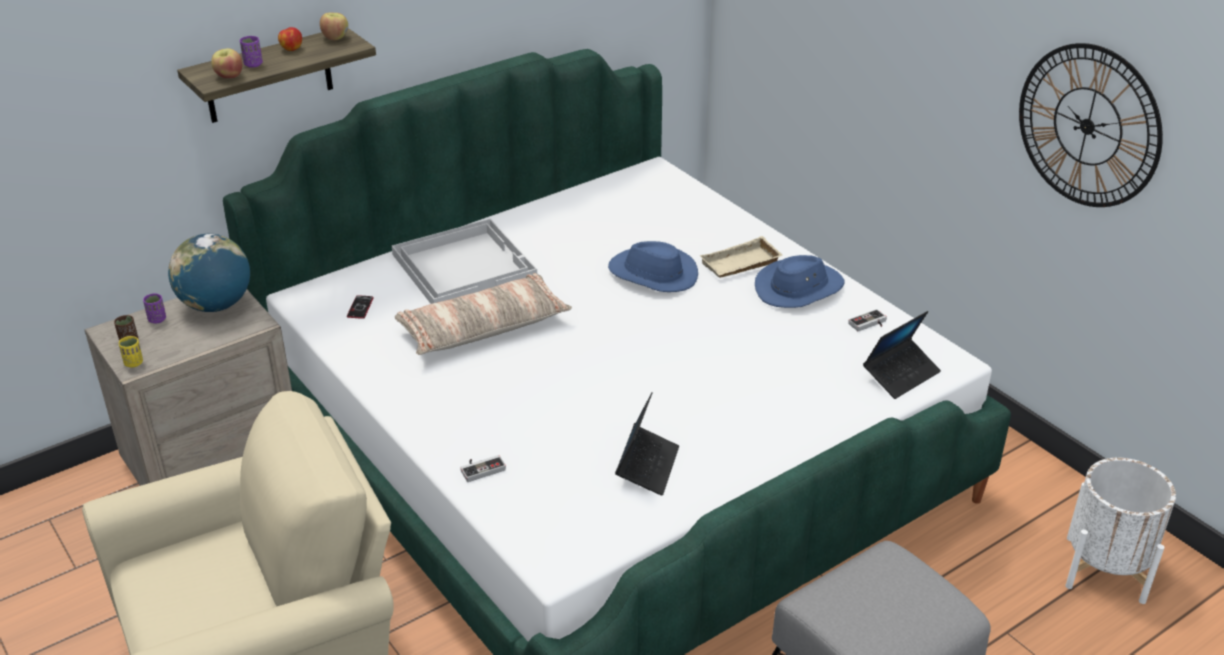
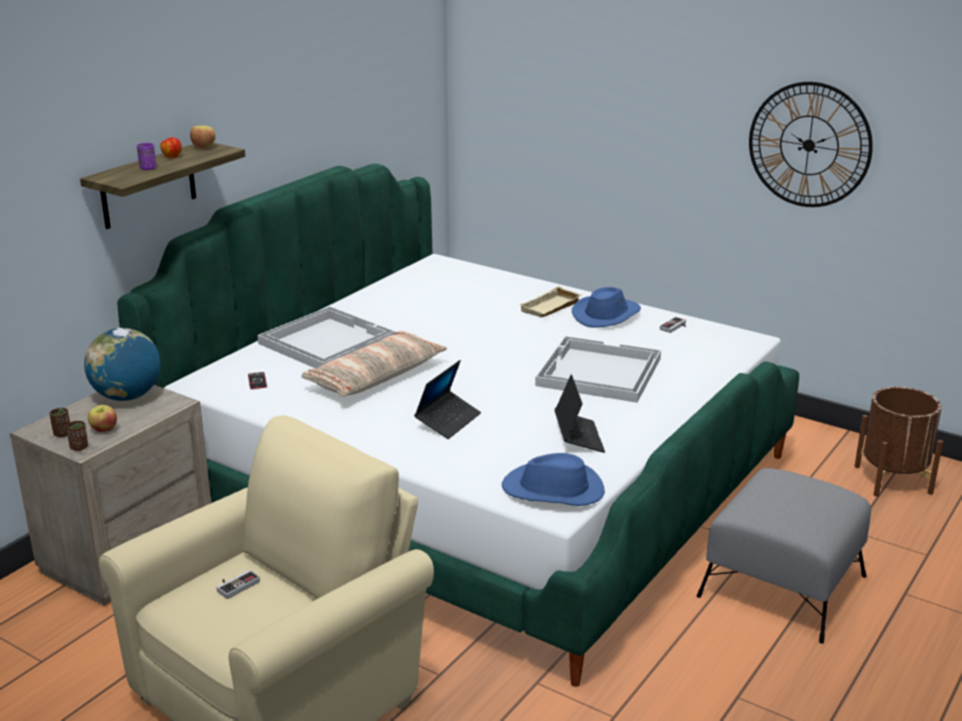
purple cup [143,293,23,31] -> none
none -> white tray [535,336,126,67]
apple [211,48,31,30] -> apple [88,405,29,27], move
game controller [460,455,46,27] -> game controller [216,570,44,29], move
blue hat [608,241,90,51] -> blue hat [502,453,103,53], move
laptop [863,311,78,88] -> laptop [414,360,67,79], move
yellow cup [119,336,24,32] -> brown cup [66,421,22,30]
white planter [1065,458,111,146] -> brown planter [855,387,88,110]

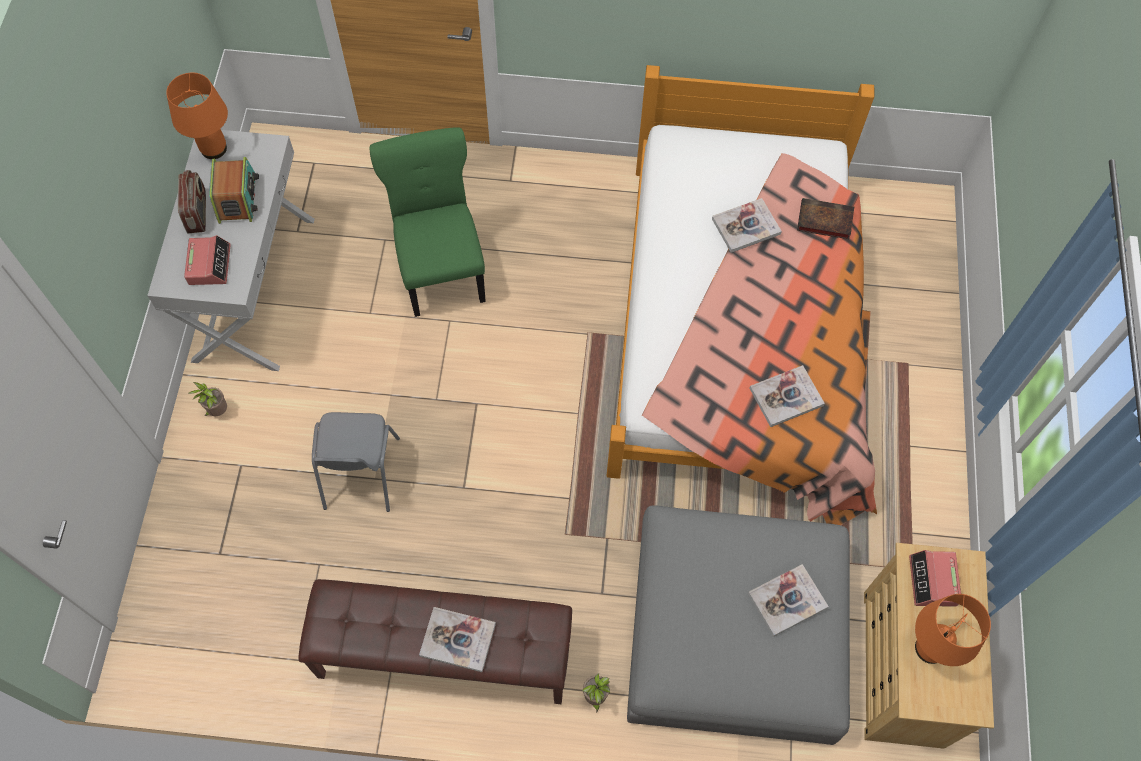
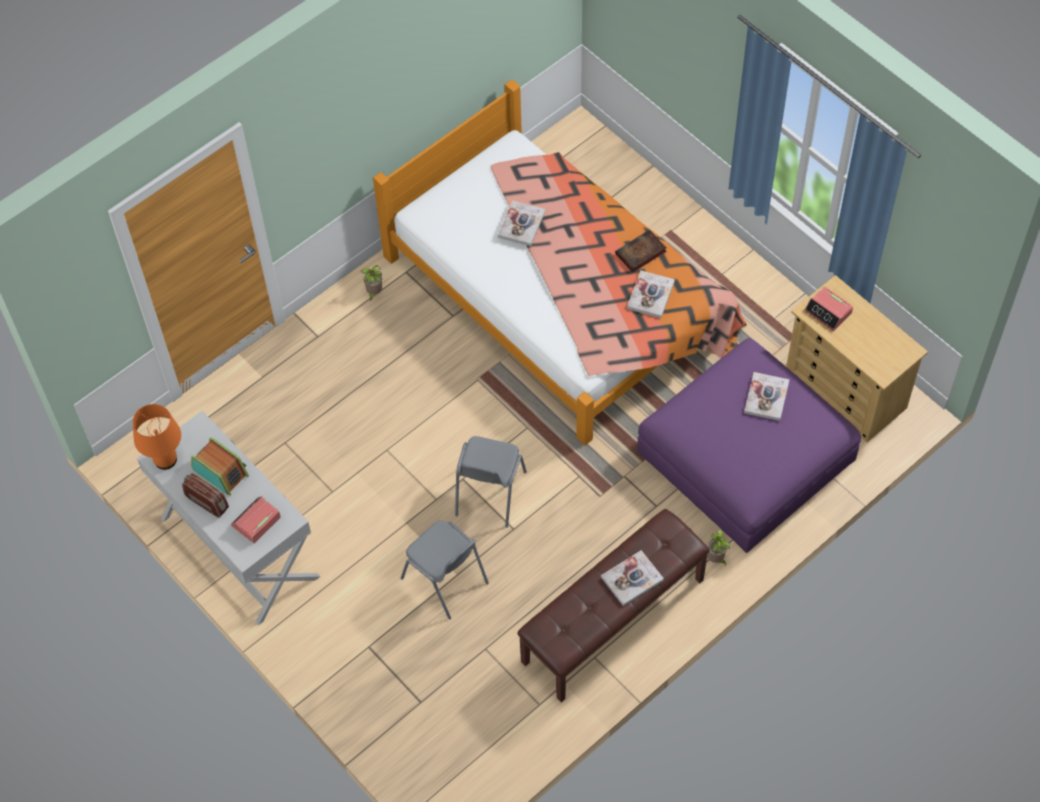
green chair [370,127,116,190] -> none
orange table lamp [915,594,76,72] -> none
none -> grey chair [455,436,72,92]
potted plant [188,382,39,34] -> potted plant [361,265,21,36], move
book [797,198,57,41] -> book [615,229,52,44], move
grey ottoman [627,505,223,240] -> purple ottoman [637,338,224,215]
alarm clock [184,235,47,50] -> alarm clock [231,496,50,47], 90 degrees counterclockwise

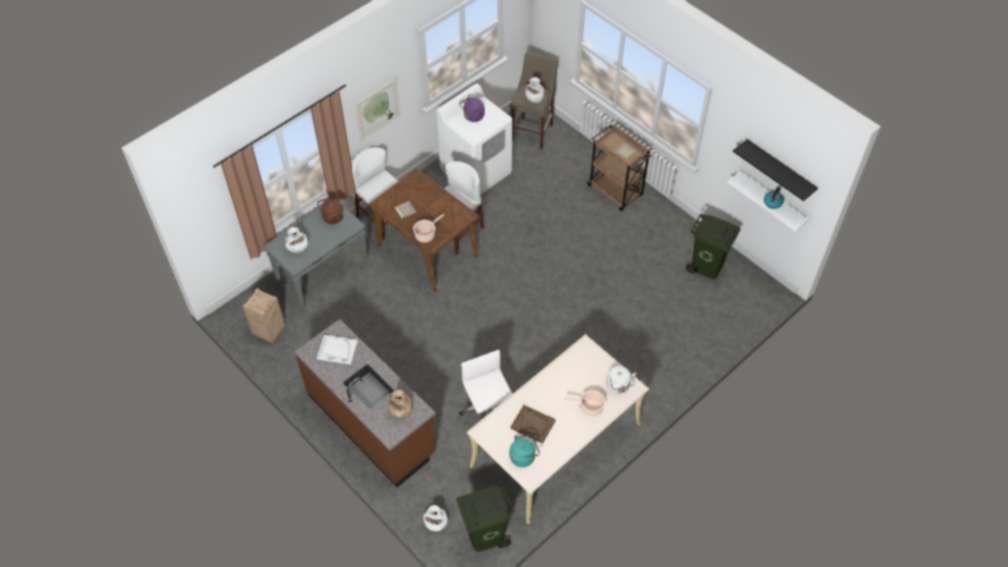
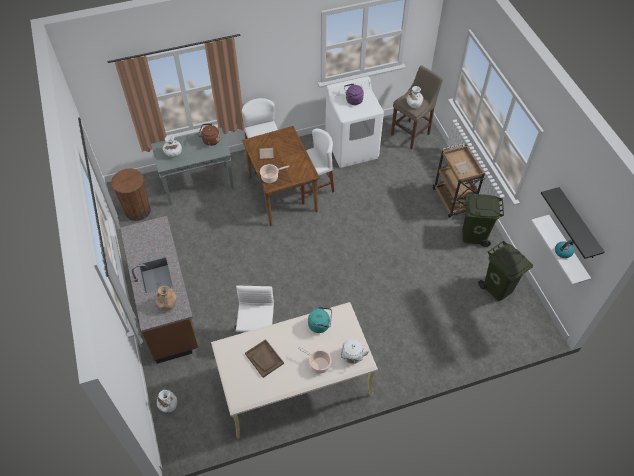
white tray [317,335,41,30] -> none
picture [355,78,46,63] -> none
green trash can [457,486,58,66] -> green trash can [463,194,41,53], move
turquoise kettle [510,434,30,33] -> turquoise kettle [308,305,24,28], move
crate [243,288,42,55] -> brown trash can [111,168,40,53]

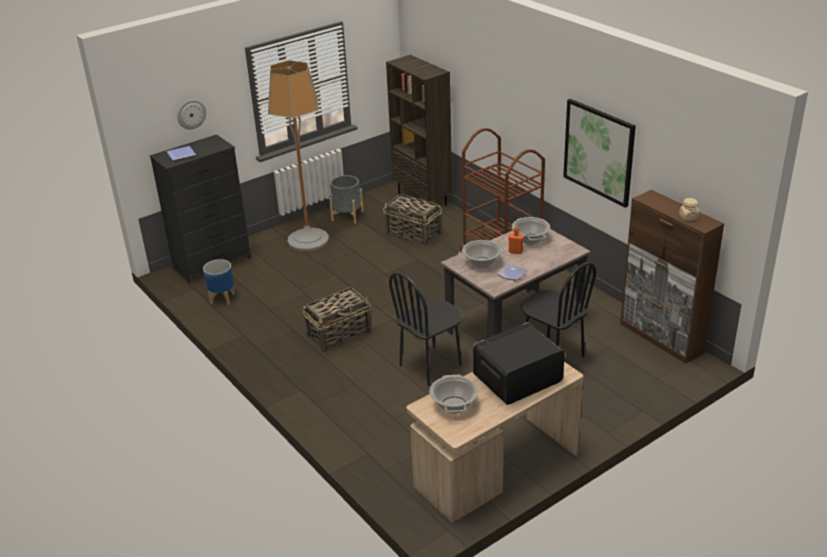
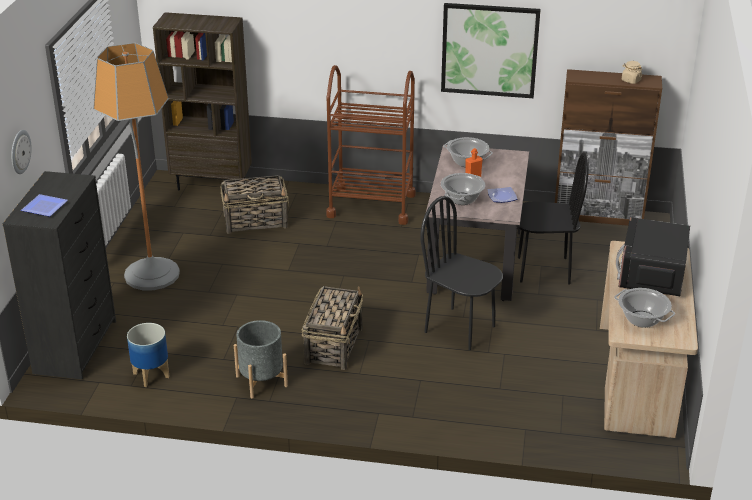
grey planter [329,175,35,49] -> grey planter [234,320,54,78], move
black chair [389,272,74,114] -> black chair [420,196,83,154], 120 degrees clockwise

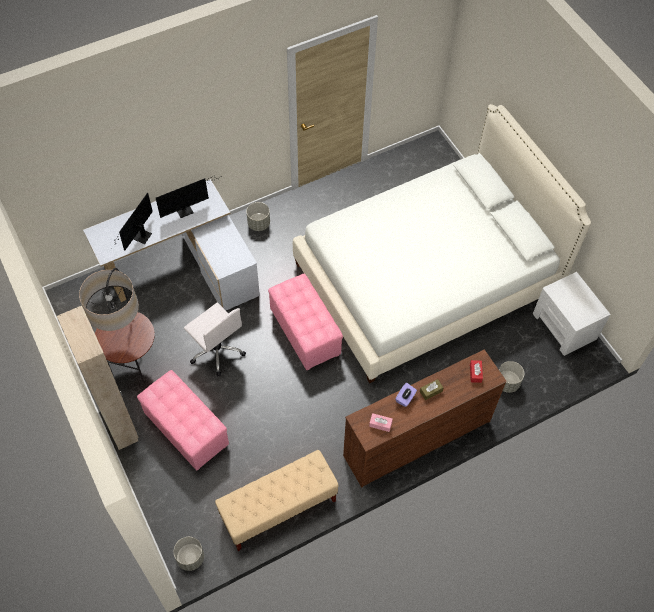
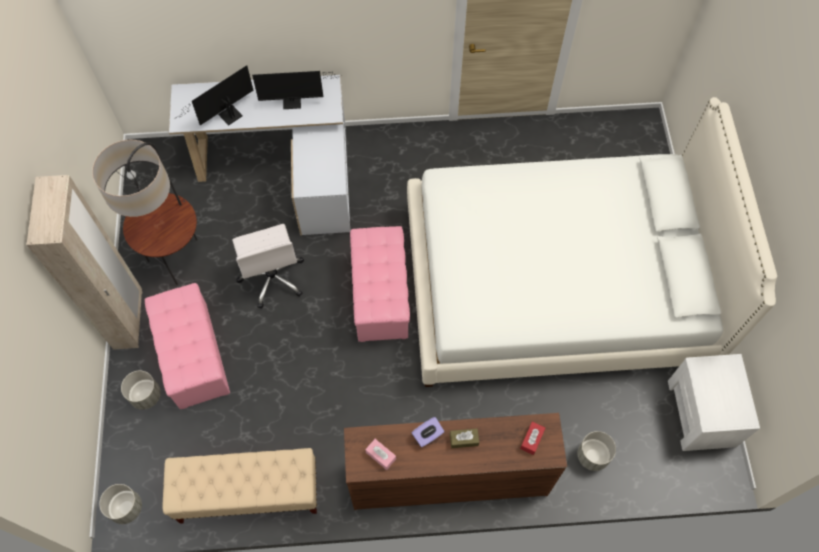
grey planter [246,202,24,29] -> grey planter [121,370,40,40], move

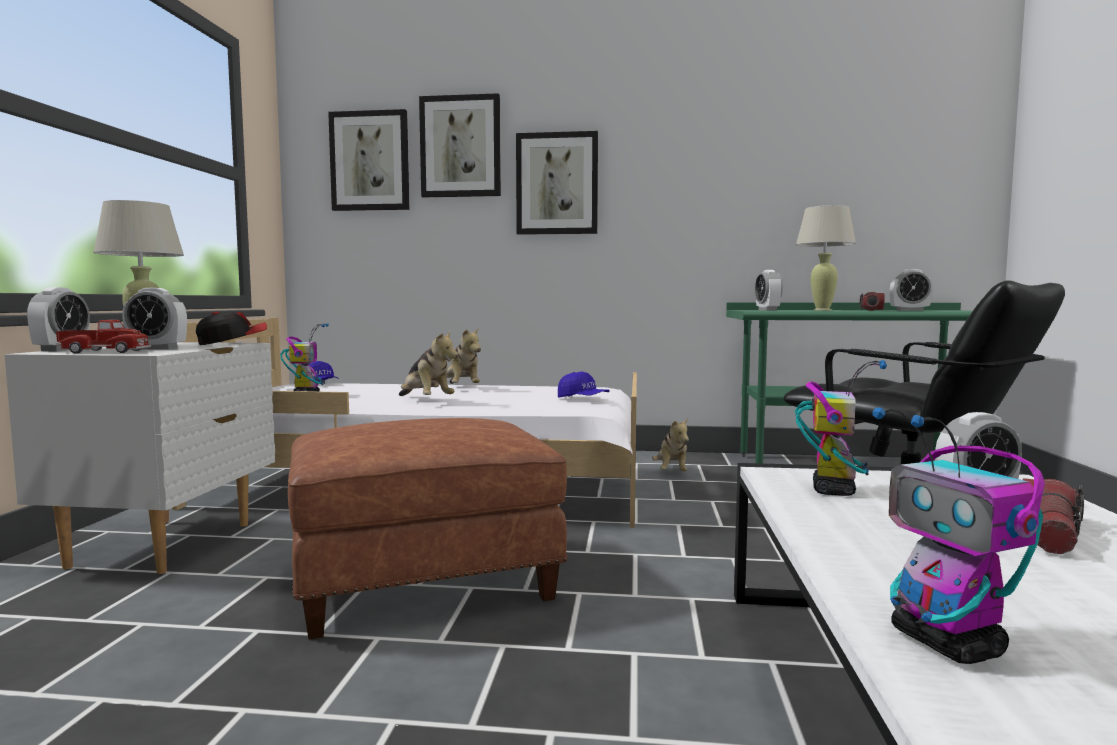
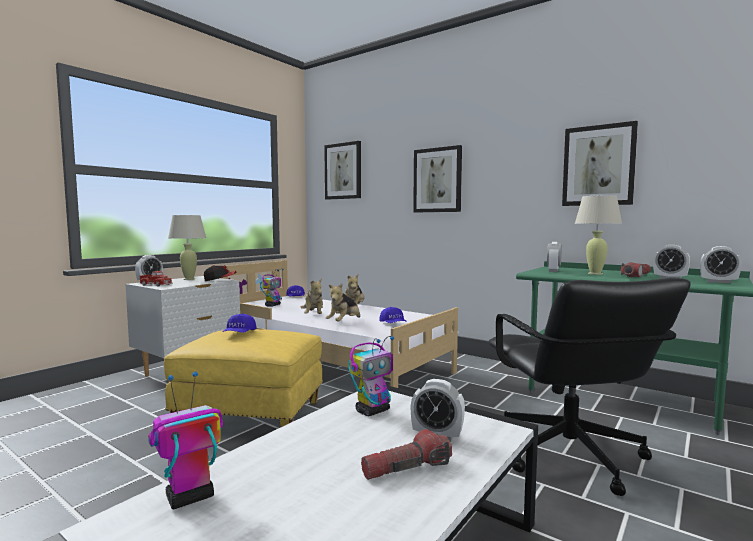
none -> blue cap [223,313,34,20]
alarm clock [122,288,65,62] -> alarm clock [700,246,42,37], move
picture [419,93,82,104] -> picture [562,121,76,85], move
plush toy [652,418,37,53] -> plush toy [326,283,34,38], move
brown ottoman [288,418,280,222] -> yellow ottoman [164,329,159,98]
toy robot [872,408,173,256] -> toy robot [148,371,75,138], 45 degrees clockwise

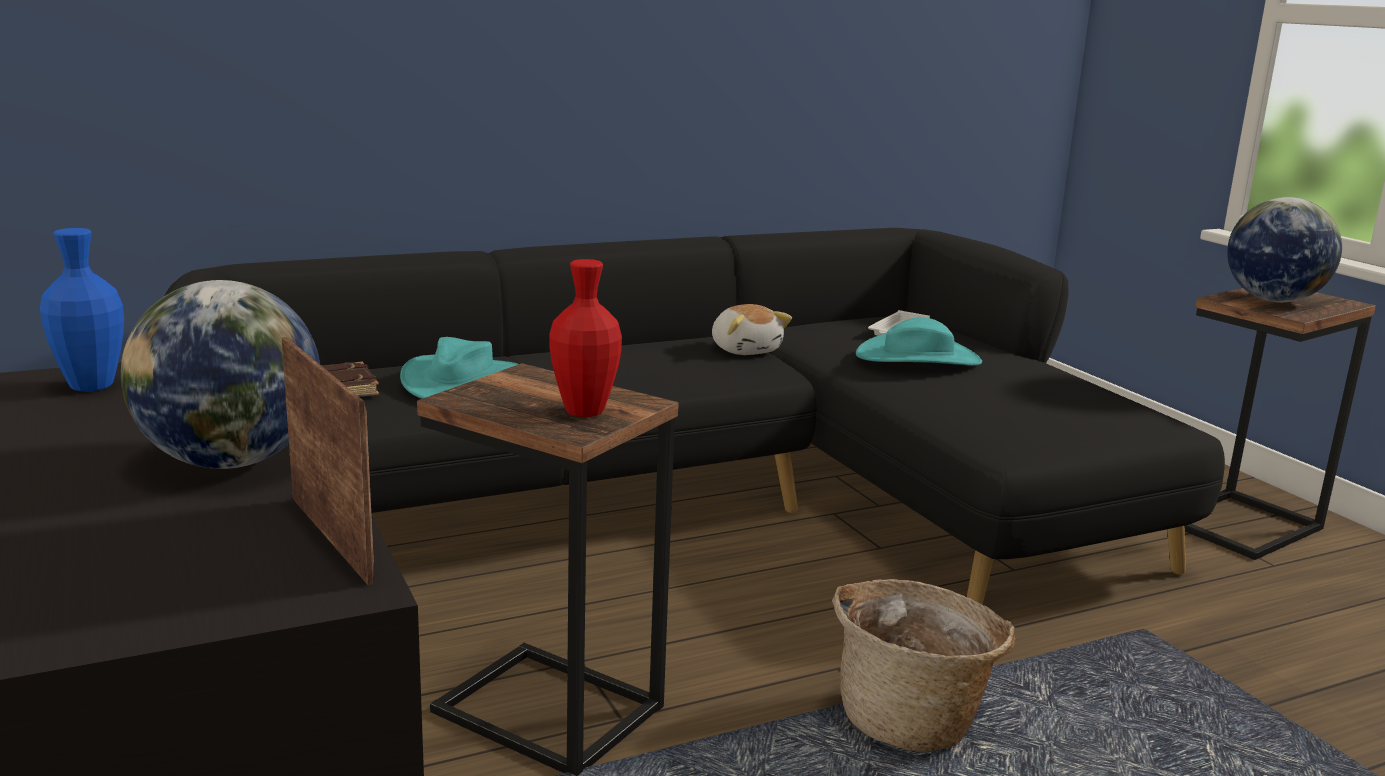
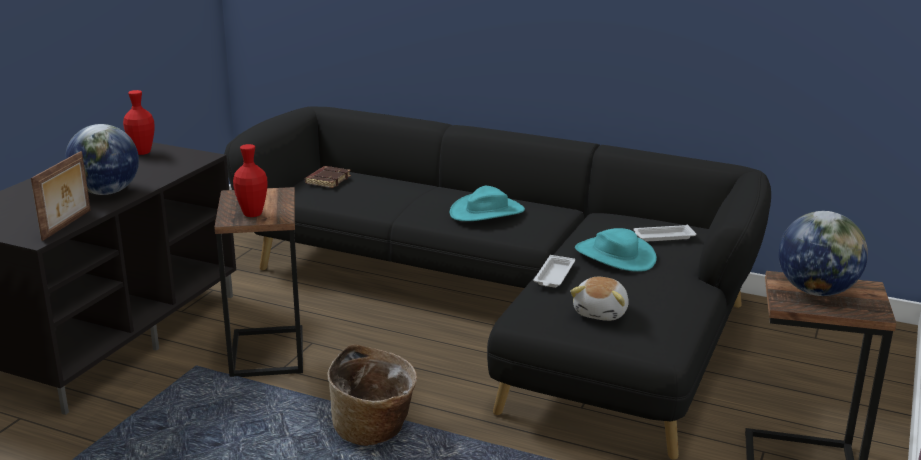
none -> white tray [533,255,42,33]
turquoise hat [400,337,119,62] -> turquoise hat [450,186,75,35], move
plush toy [712,304,80,51] -> plush toy [570,277,59,44], move
blue vase [40,228,84,163] -> red vase [123,90,32,65]

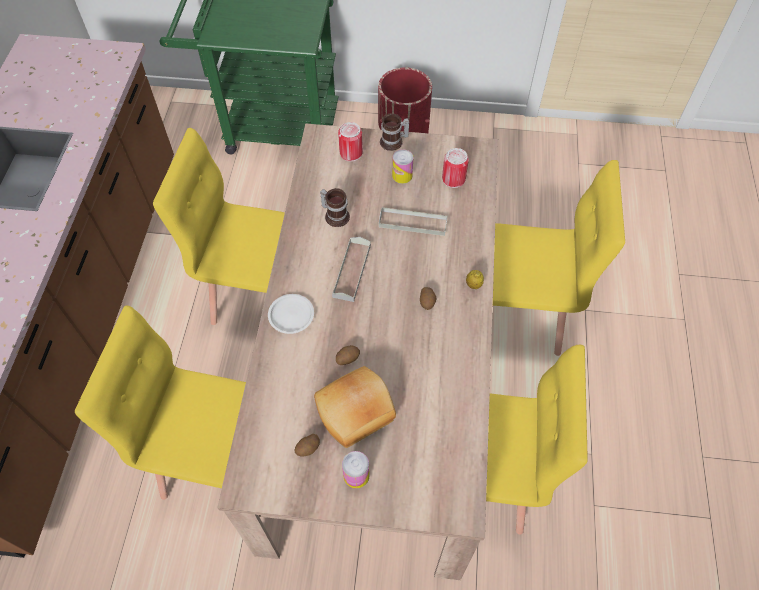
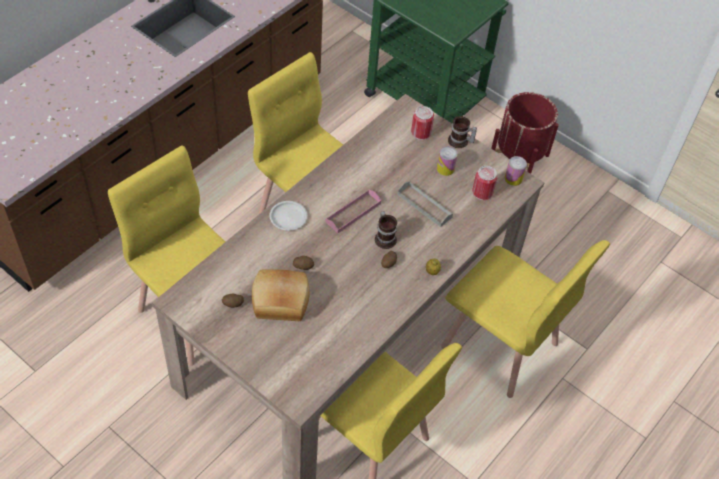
mug [320,188,30,39] -> mug [375,211,22,38], move
can [342,451,28,37] -> can [505,156,22,30], move
grey tray [332,237,39,65] -> pink tray [326,189,55,44]

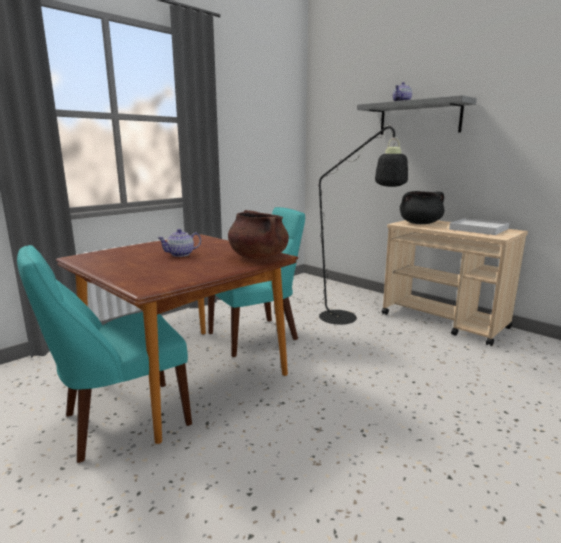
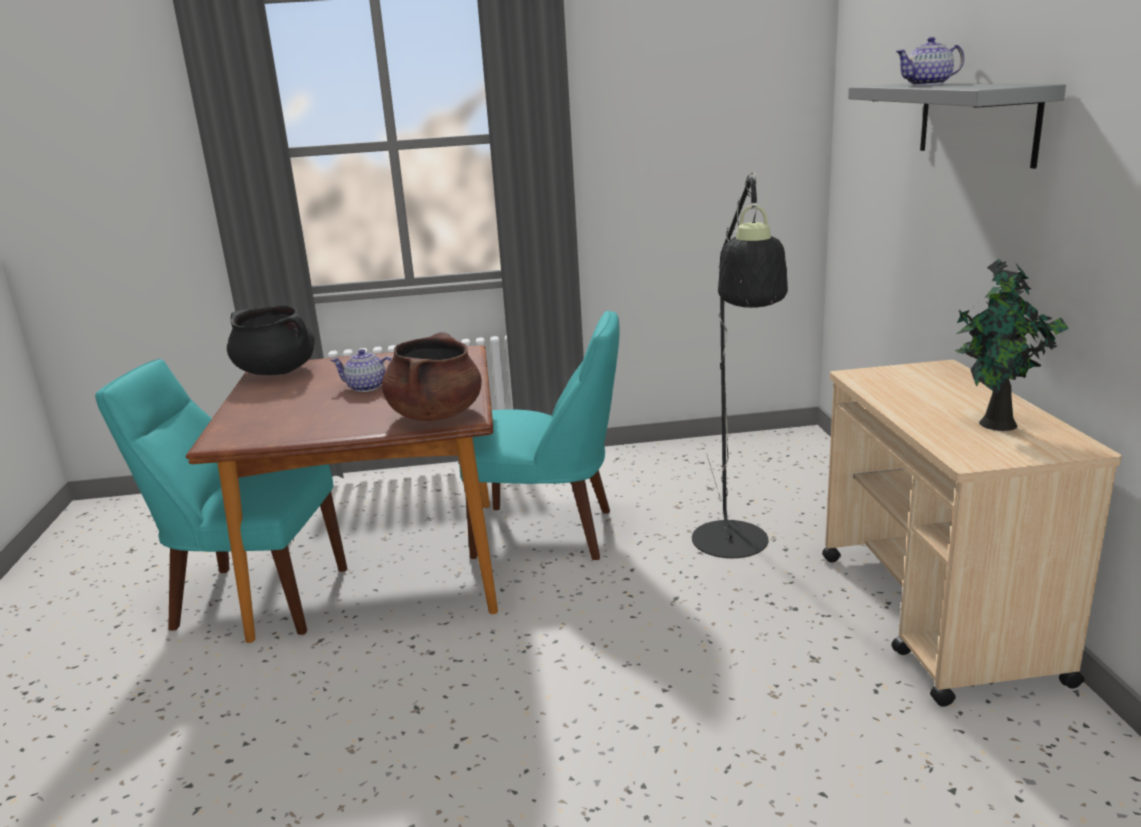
black cooking pot [400,191,45,33] -> black cooking pot [227,306,88,69], move
white tray [449,218,61,17] -> potted plant [955,259,114,172]

